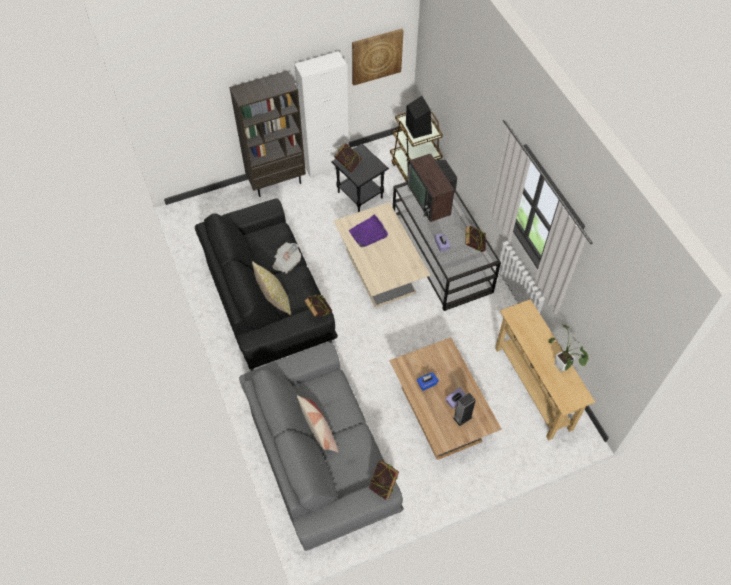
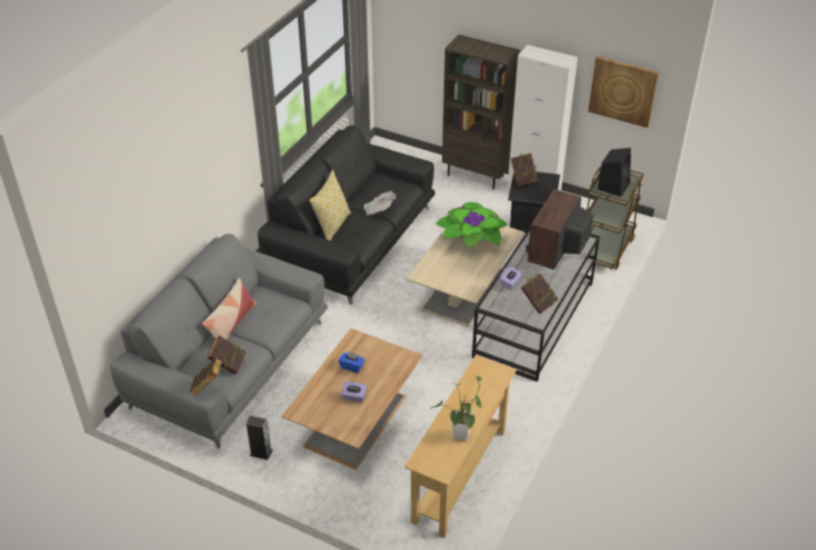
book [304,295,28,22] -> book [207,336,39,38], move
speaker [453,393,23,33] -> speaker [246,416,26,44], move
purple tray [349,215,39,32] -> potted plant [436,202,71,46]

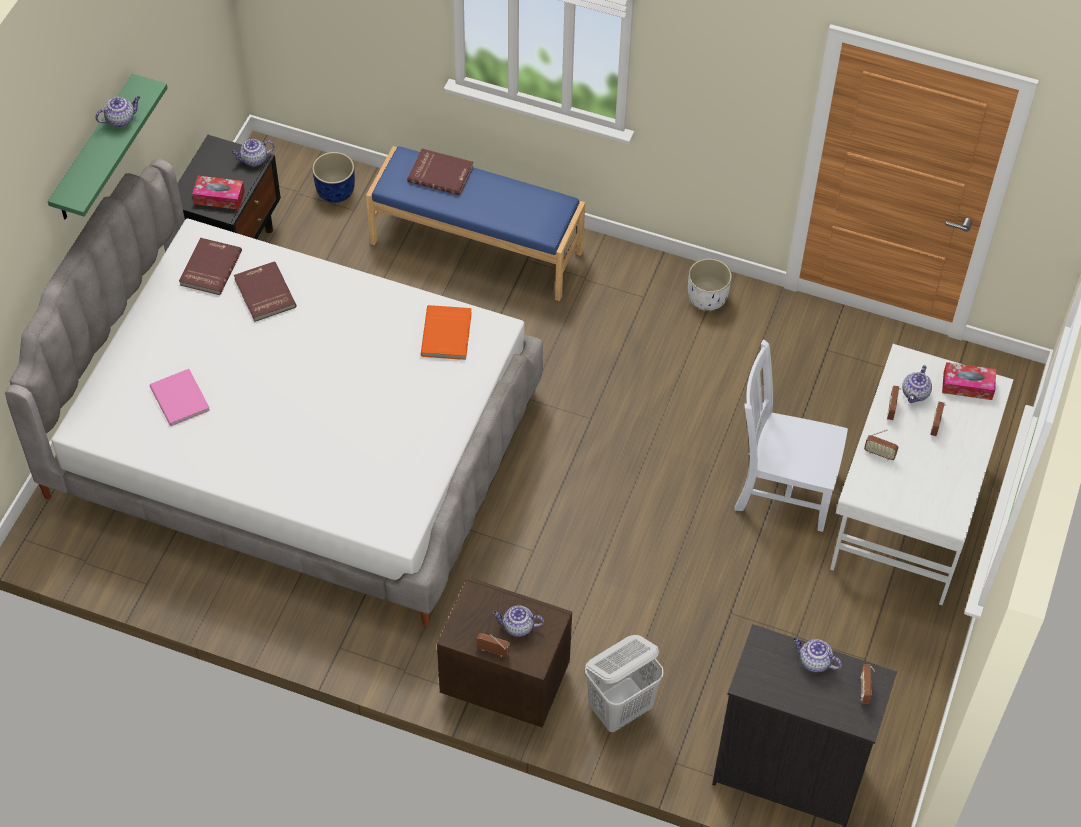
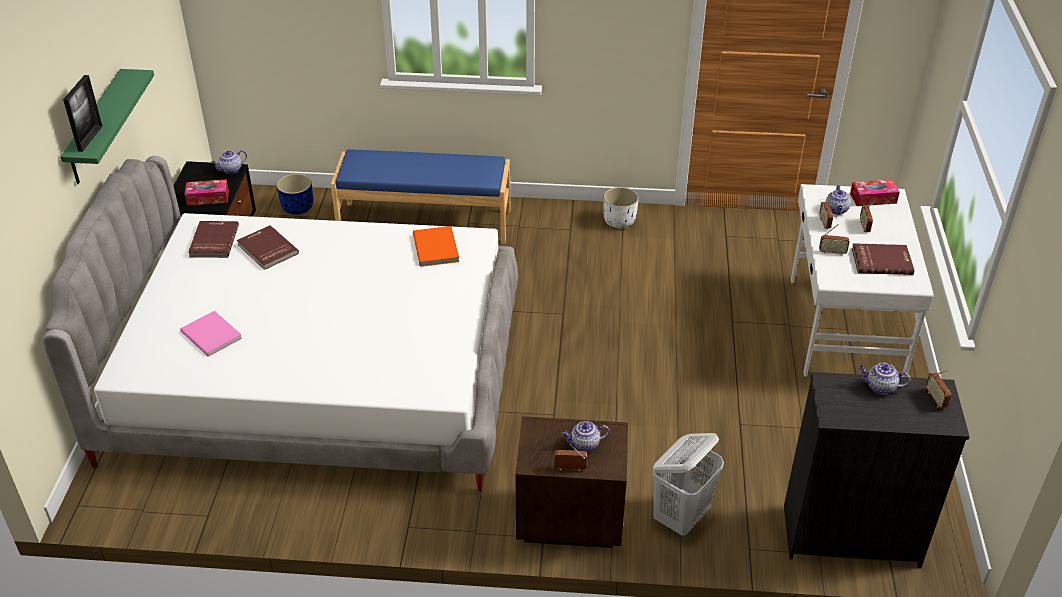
teapot [95,96,45,31] -> none
white chair [735,340,113,192] -> none
none -> picture frame [63,75,40,77]
red book [407,149,67,47] -> red book [852,243,63,32], move

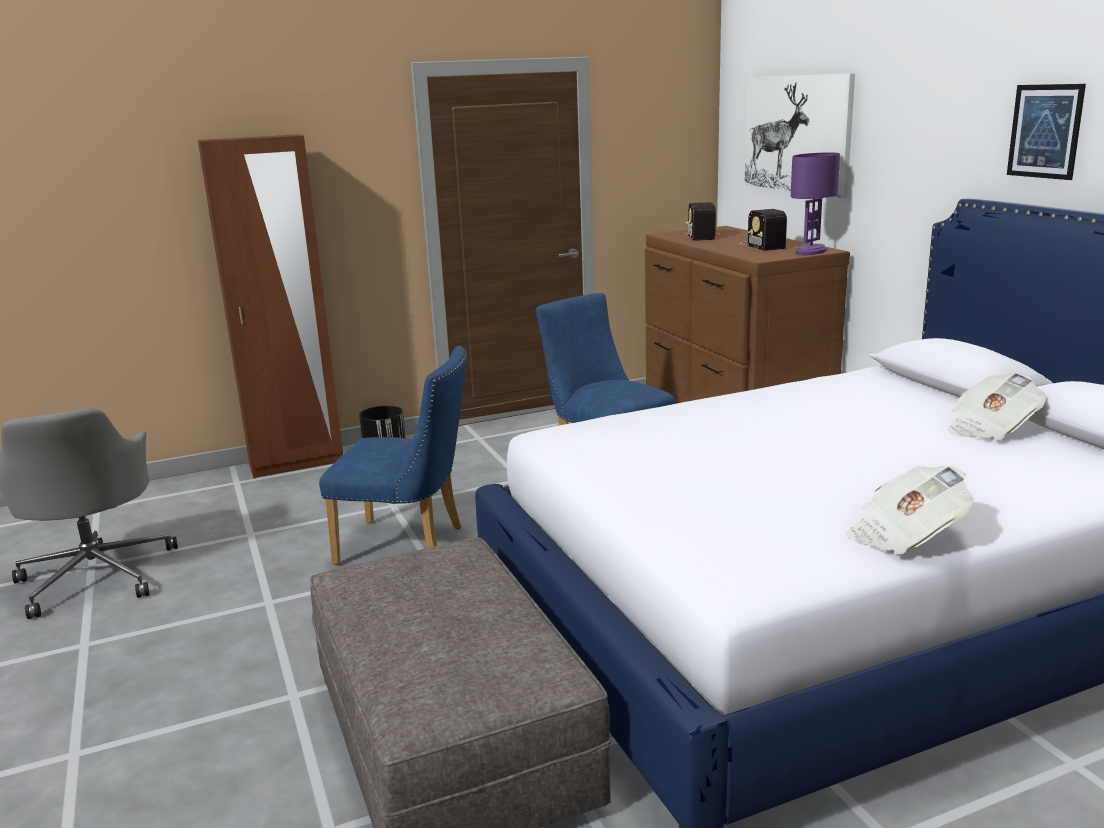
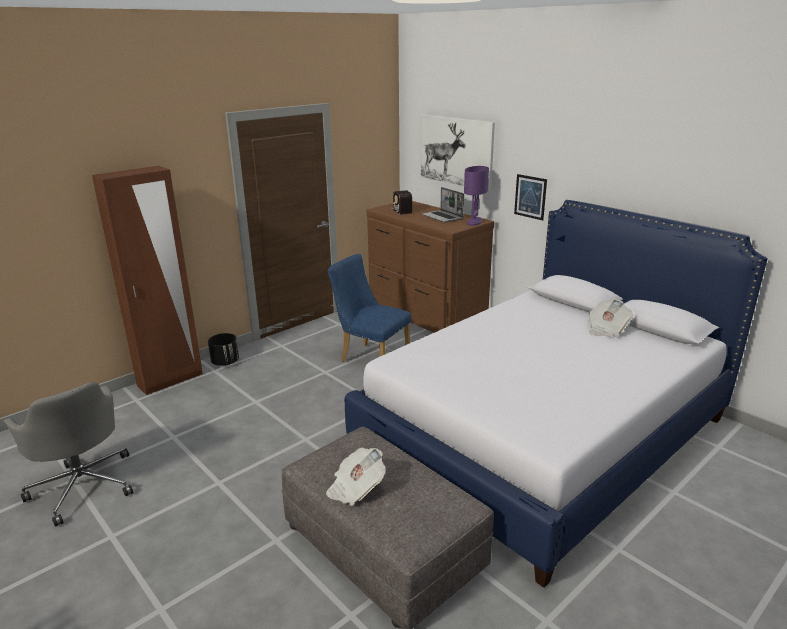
blue chair [319,346,148,219] -> none
newspaper [846,466,127,89] -> newspaper [326,447,60,59], move
picture [1007,84,79,96] -> picture [514,174,33,46], move
radio [739,209,48,42] -> laptop [422,187,42,36]

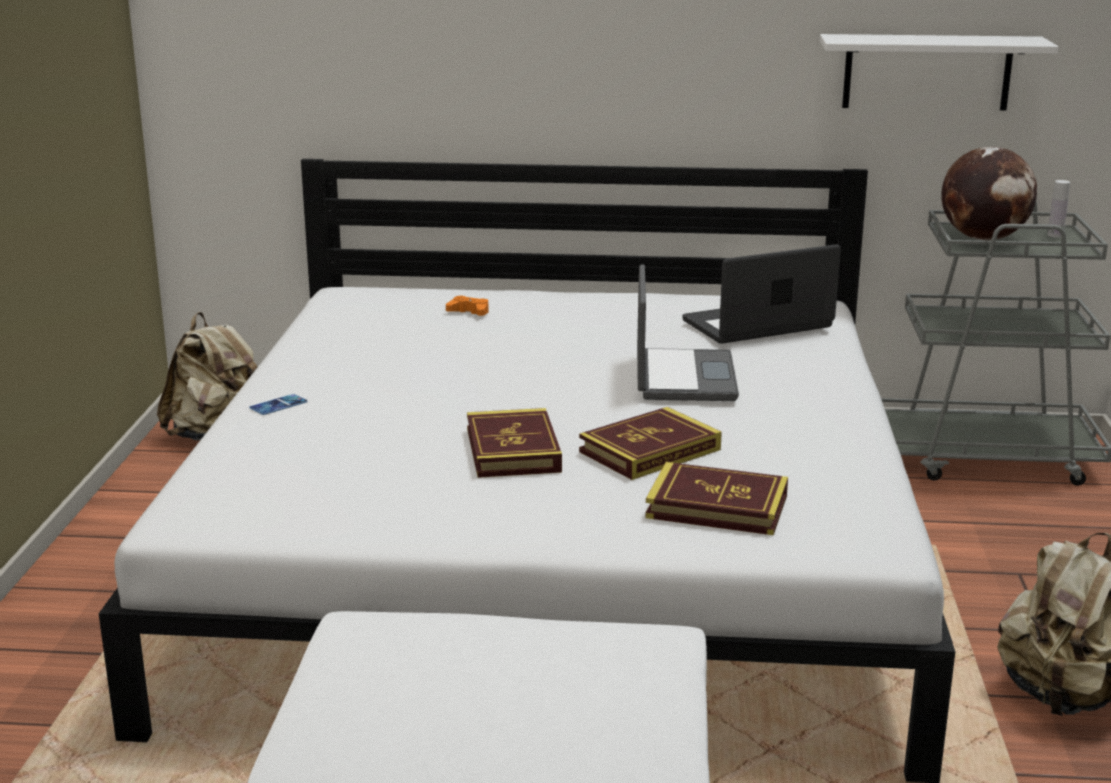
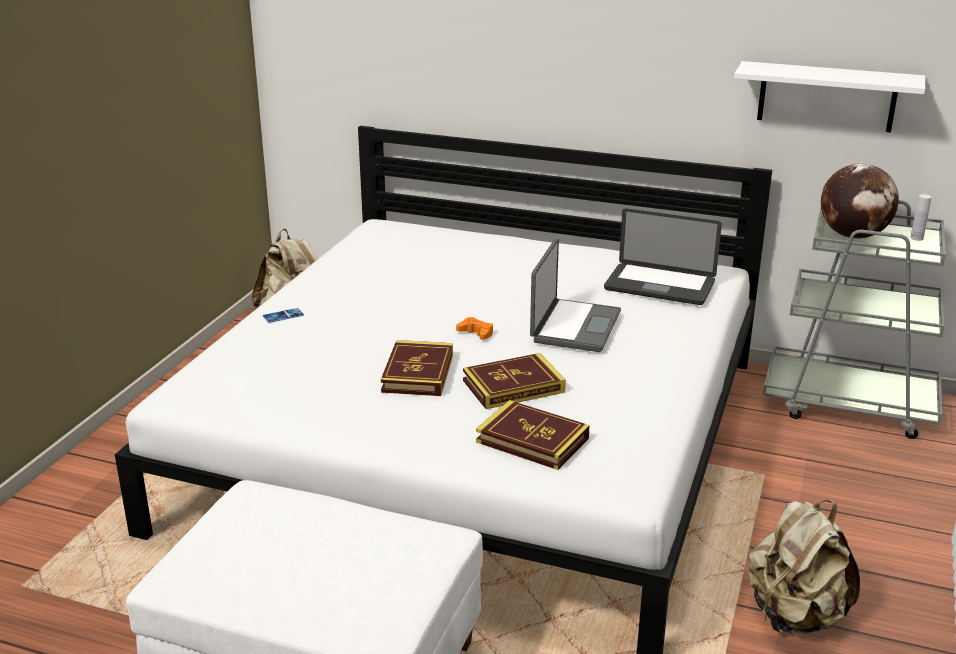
orange game controller [446,296,43,20] -> orange game controller [456,317,37,23], move
laptop [683,244,158,100] -> laptop [604,208,118,97], 150 degrees counterclockwise

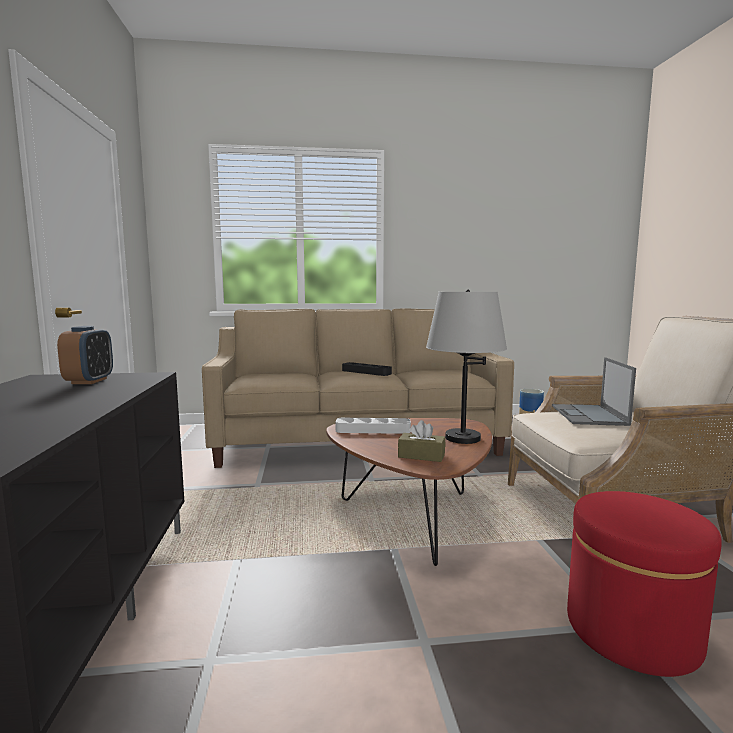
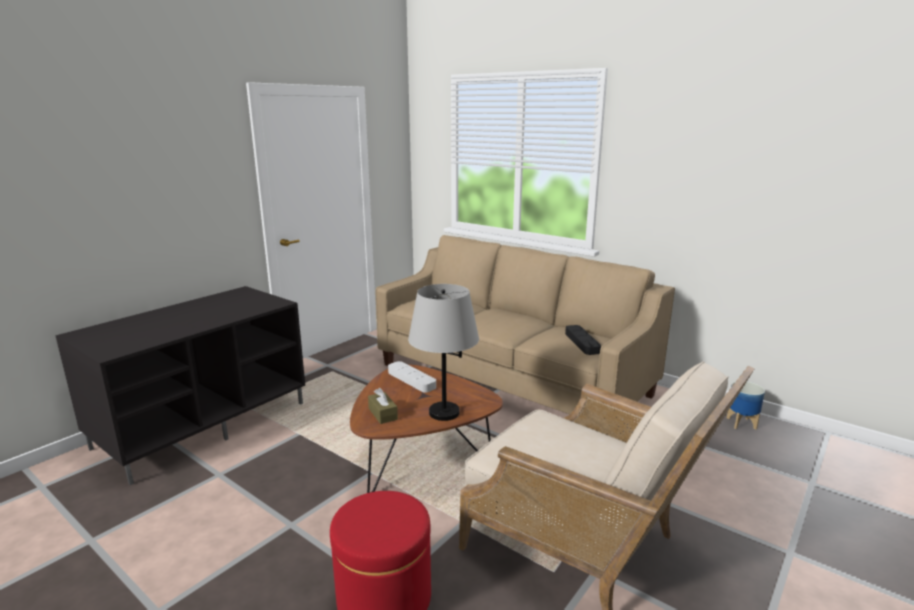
alarm clock [57,326,56,58] -> none
laptop [552,357,84,69] -> none
black tray [342,362,50,14] -> black tray [565,325,36,30], move

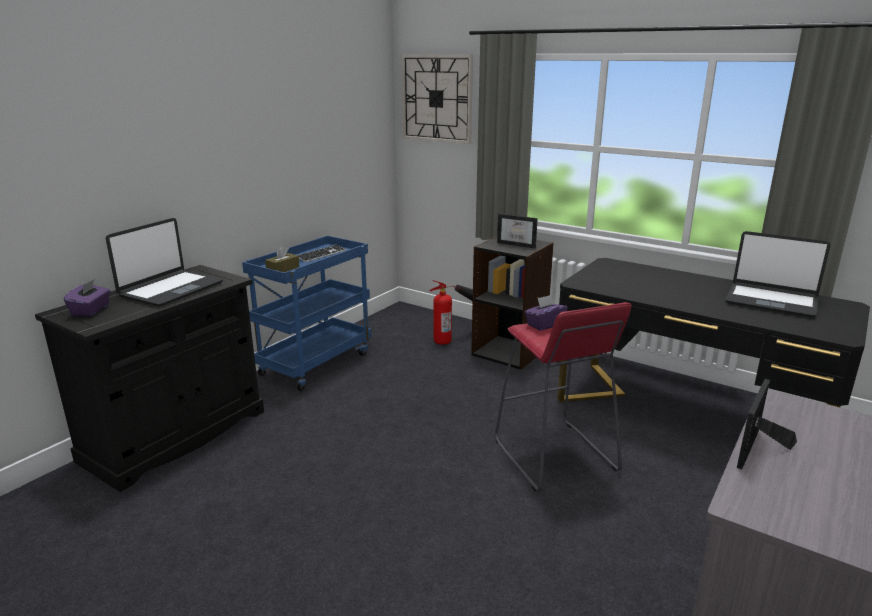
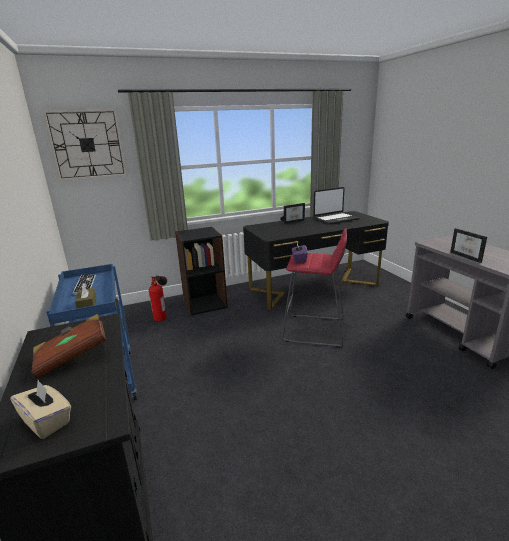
picture frame [497,214,41,34] -> picture frame [280,203,25,21], move
laptop [106,218,117,89] -> brown book [31,314,75,64]
purple tissue box [64,279,46,38] -> beige tissue box [10,380,61,59]

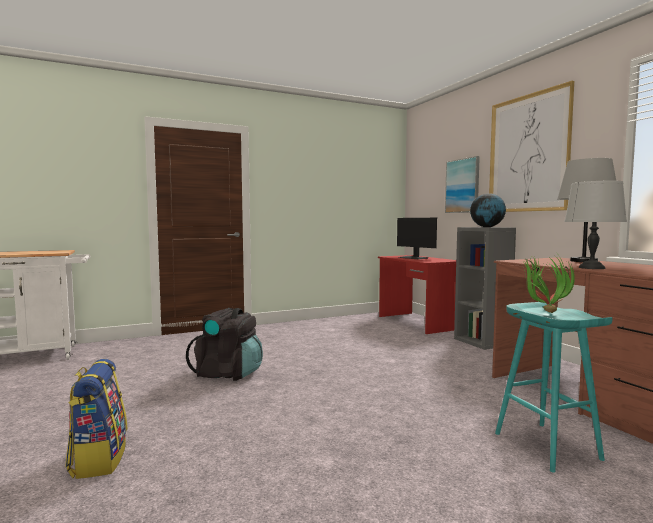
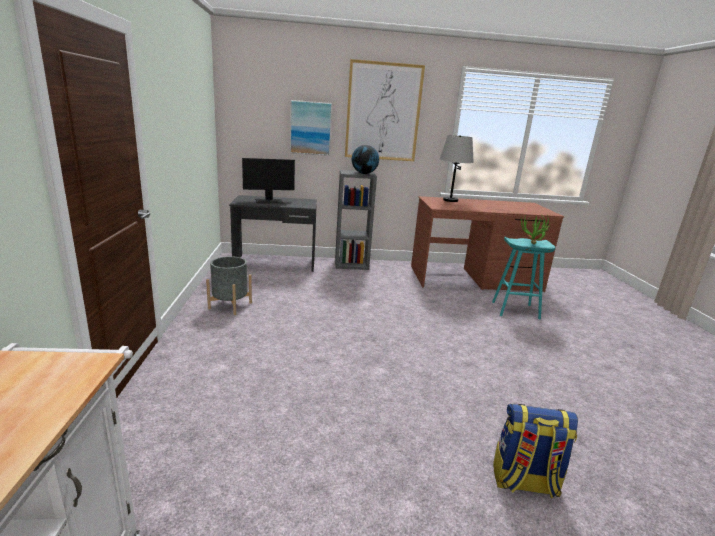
black backpack [186,308,77,73] -> none
grey table lamp [564,181,63,88] -> none
none -> grey planter [206,256,46,59]
red desk [378,255,78,79] -> grey desk [229,195,88,77]

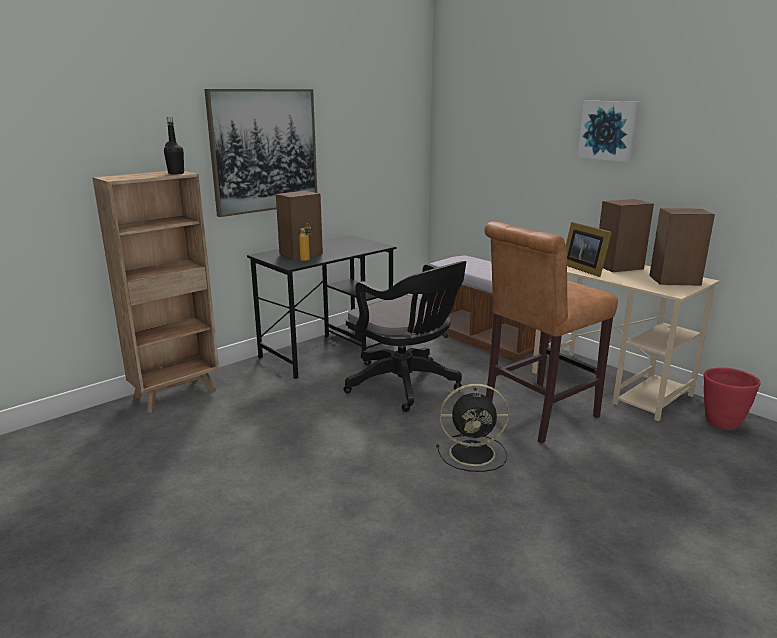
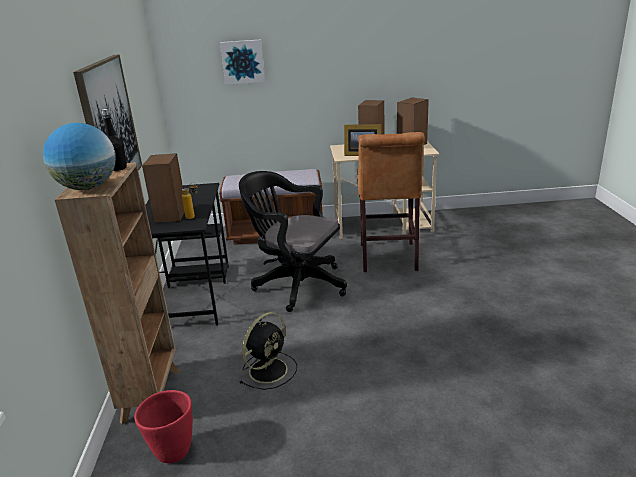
none -> globe [43,123,73,67]
black fan [436,384,73,88] -> black fan [240,312,57,78], move
picture [578,101,62,61] -> picture [220,39,45,46], move
red planter [703,367,58,63] -> red planter [134,390,59,73], move
black office chair [343,261,123,151] -> black office chair [239,171,108,141], 150 degrees counterclockwise

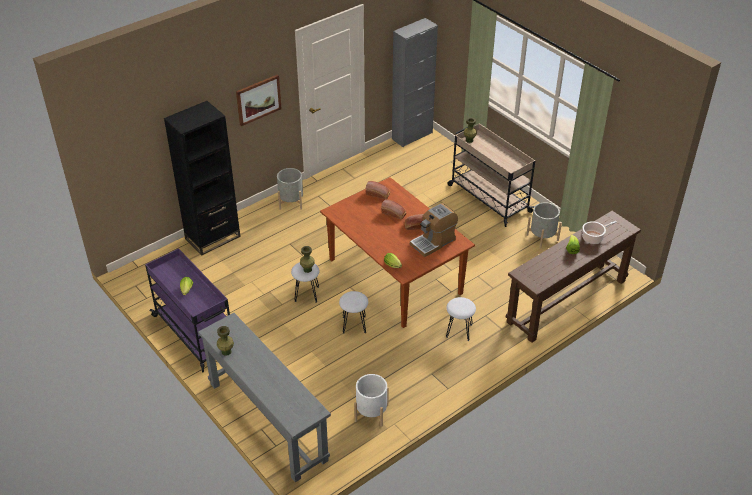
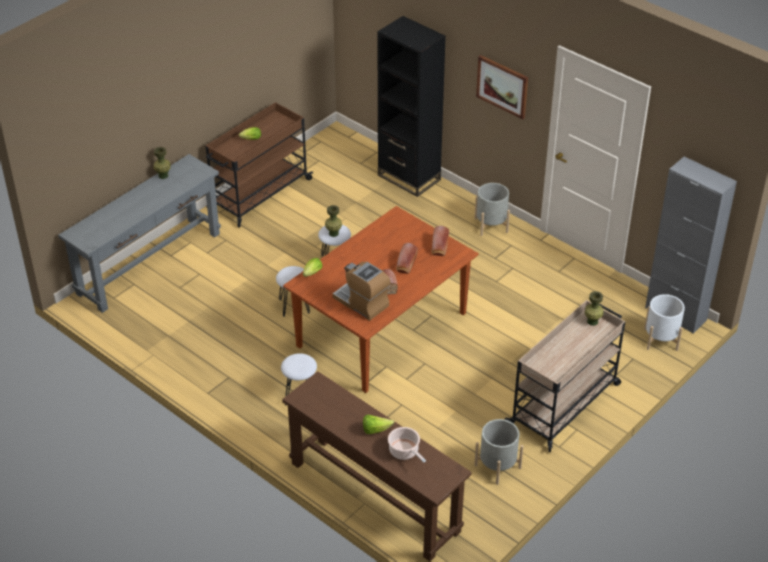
white planter [354,374,35,53] -> white planter [644,294,41,57], move
purple cart [145,248,85,124] -> brown cart [206,102,107,126]

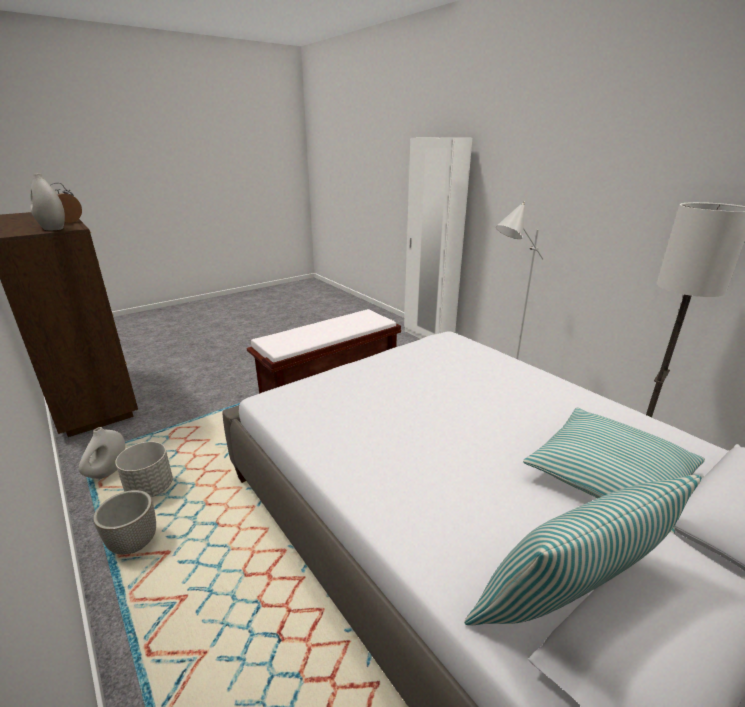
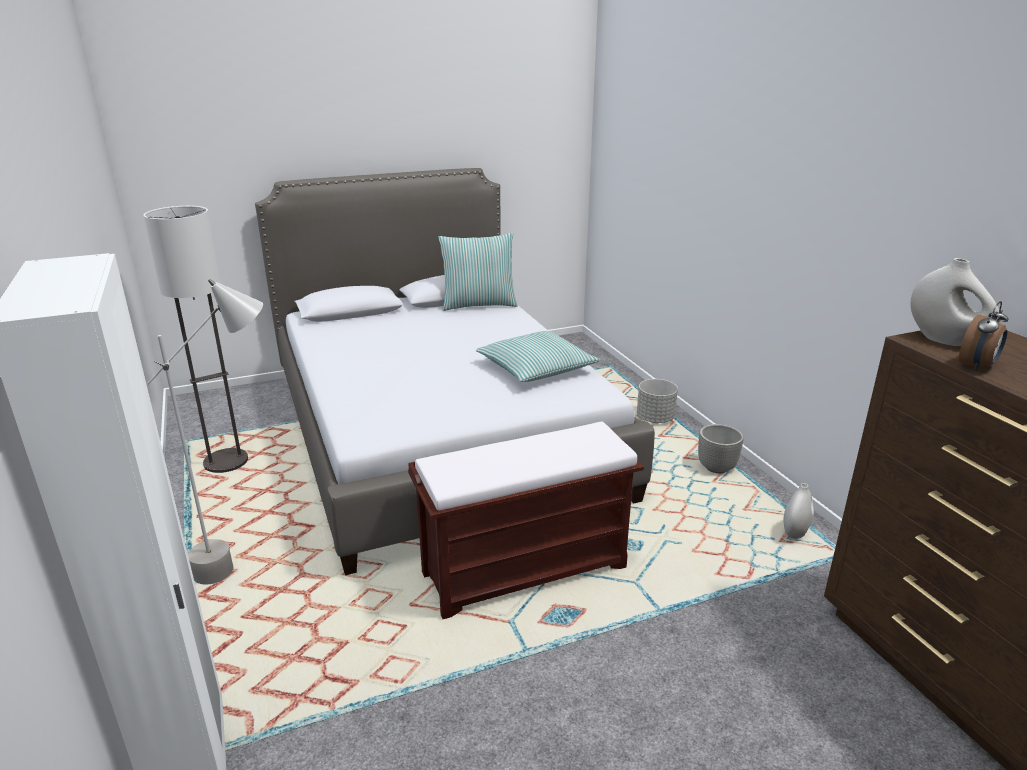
grey planter [115,442,58,55] -> grey planter [637,379,41,44], move
pillow [523,408,182,126] -> pillow [476,331,124,51], move

